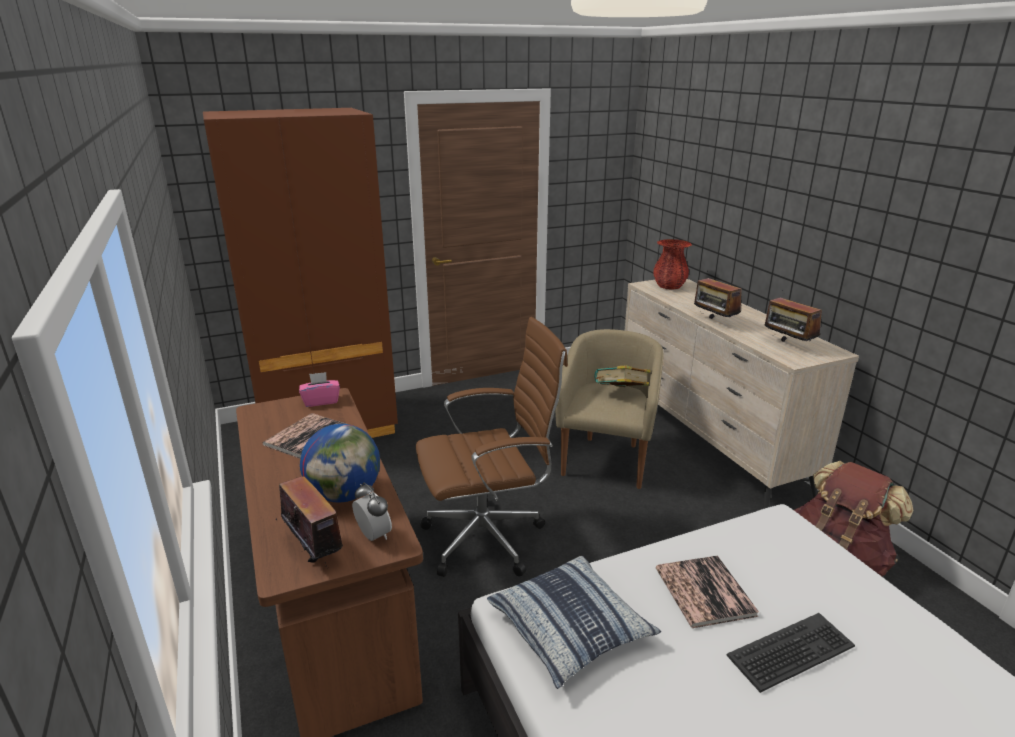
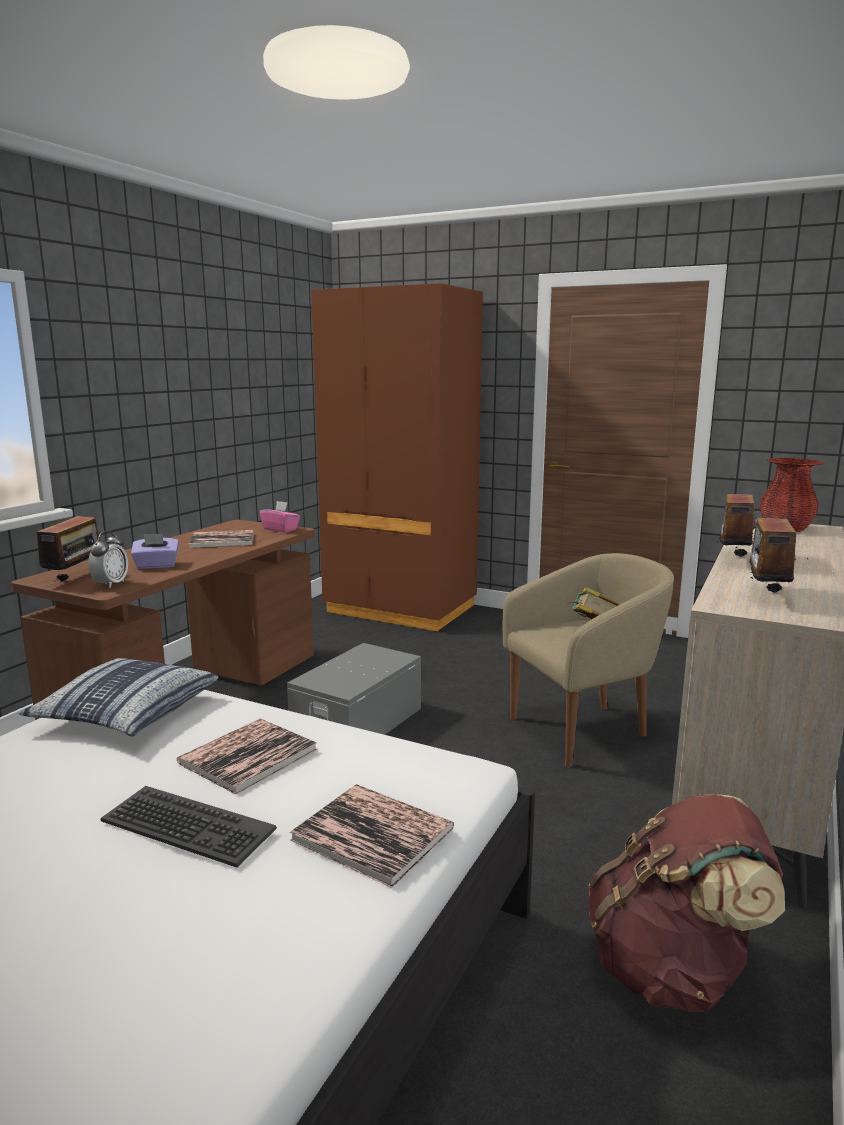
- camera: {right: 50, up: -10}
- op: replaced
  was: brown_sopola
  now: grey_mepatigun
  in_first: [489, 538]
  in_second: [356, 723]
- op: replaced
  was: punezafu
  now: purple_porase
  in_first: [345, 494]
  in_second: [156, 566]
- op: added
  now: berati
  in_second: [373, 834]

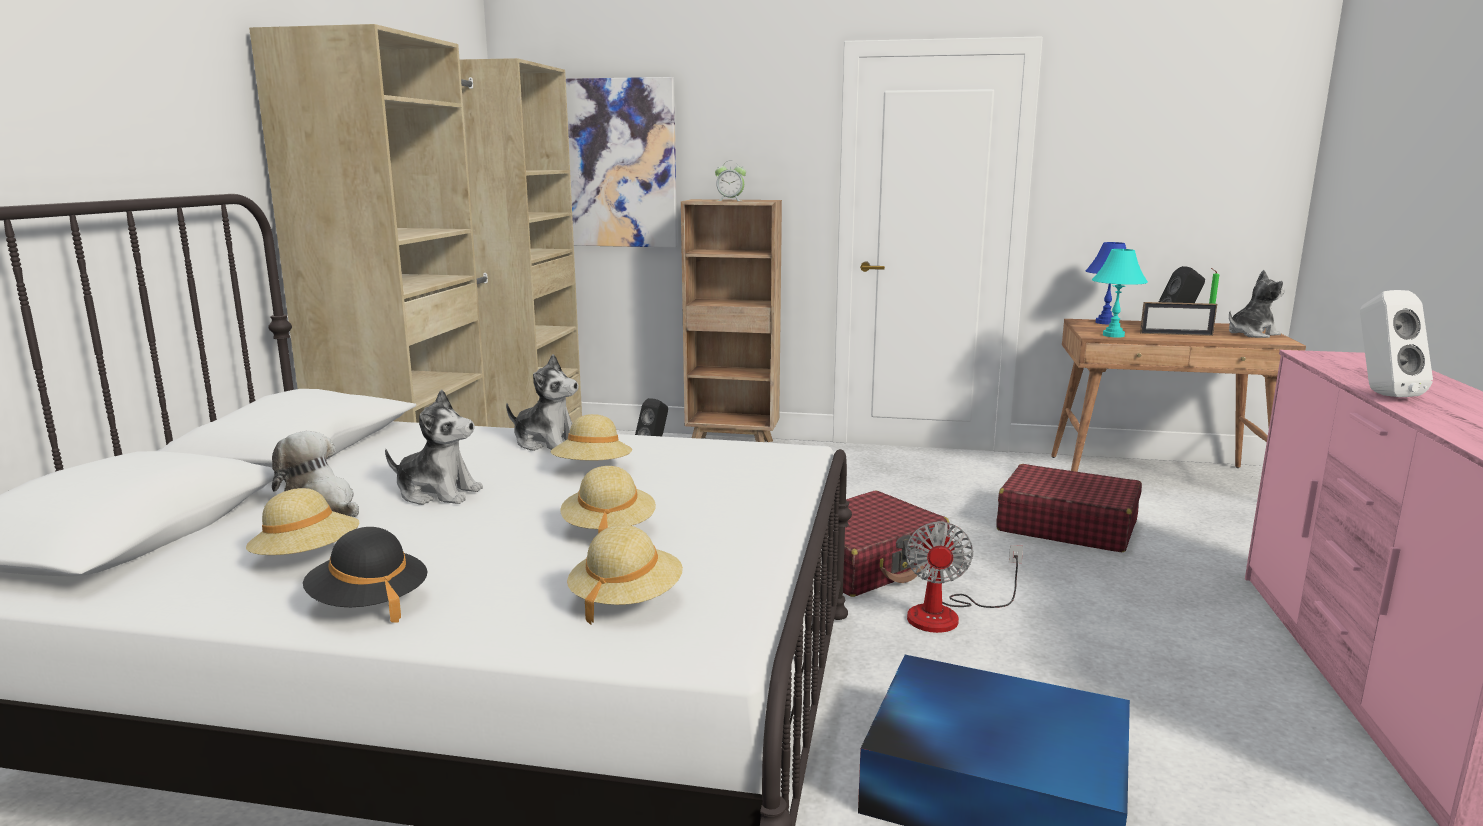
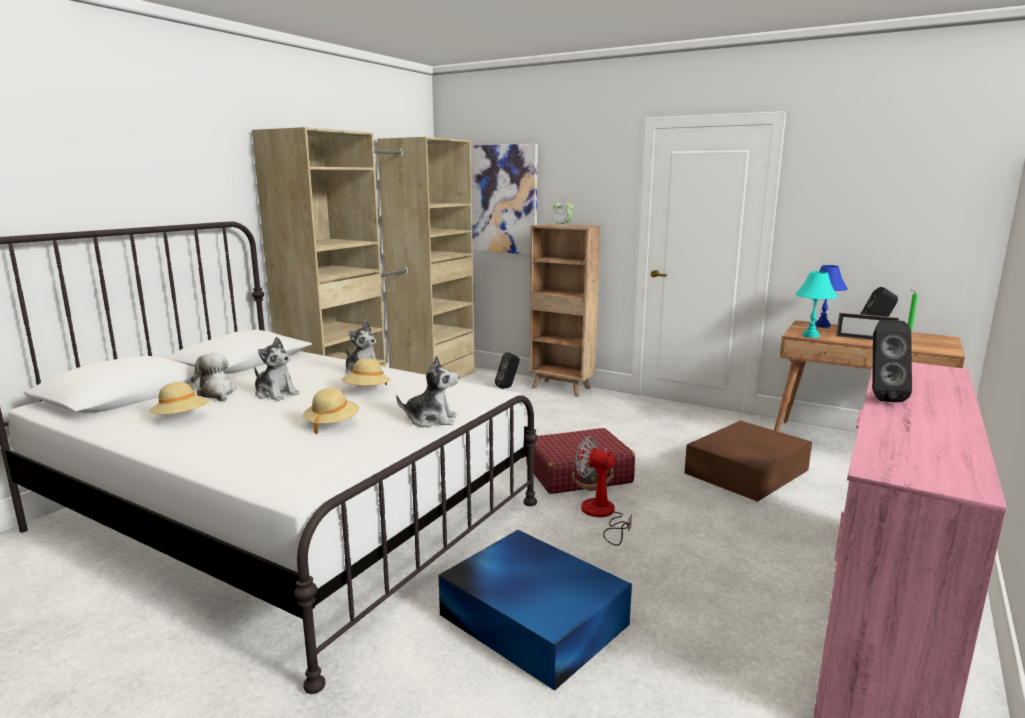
- camera: {right: 20, up: 0}
- op: moved
  was: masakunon
  in_first: [1251, 334]
  in_second: [431, 420]
- op: recoloured
  was: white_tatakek
  now: black_tatakek
  in_first: [1381, 394]
  in_second: [881, 397]
- op: replaced
  was: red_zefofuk
  now: brown_mepatigun
  in_first: [1066, 526]
  in_second: [745, 472]
- op: turned
  was: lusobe
  in_first: [947, 615]
  in_second: [602, 515]
  clockwise: 90
- op: removed
  was: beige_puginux
  in_first: [626, 600]
- op: removed
  was: black_puginux
  in_first: [369, 603]

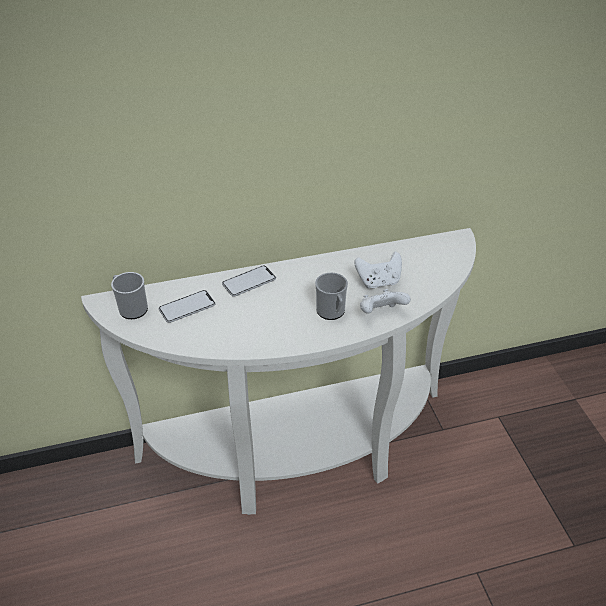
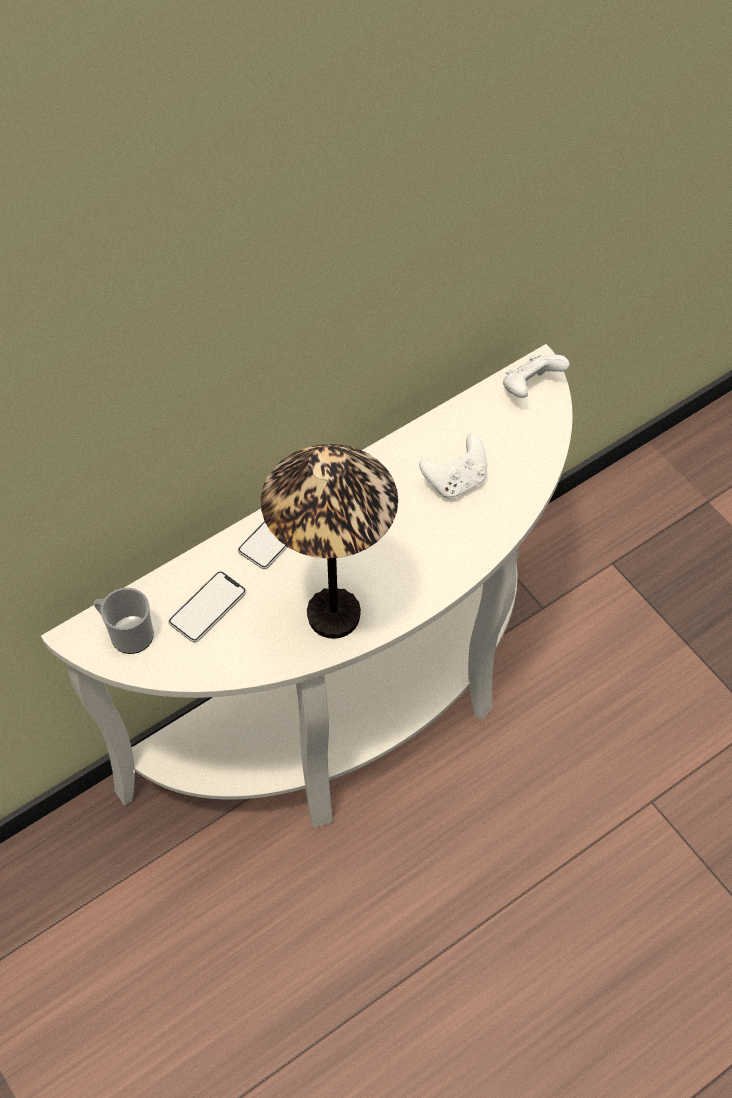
- camera: {right: -20, up: 15}
- op: removed
  was: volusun
  in_first: [332, 312]
- op: moved
  was: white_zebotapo
  in_first: [381, 313]
  in_second: [530, 388]
- op: added
  now: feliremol
  in_second: [332, 616]

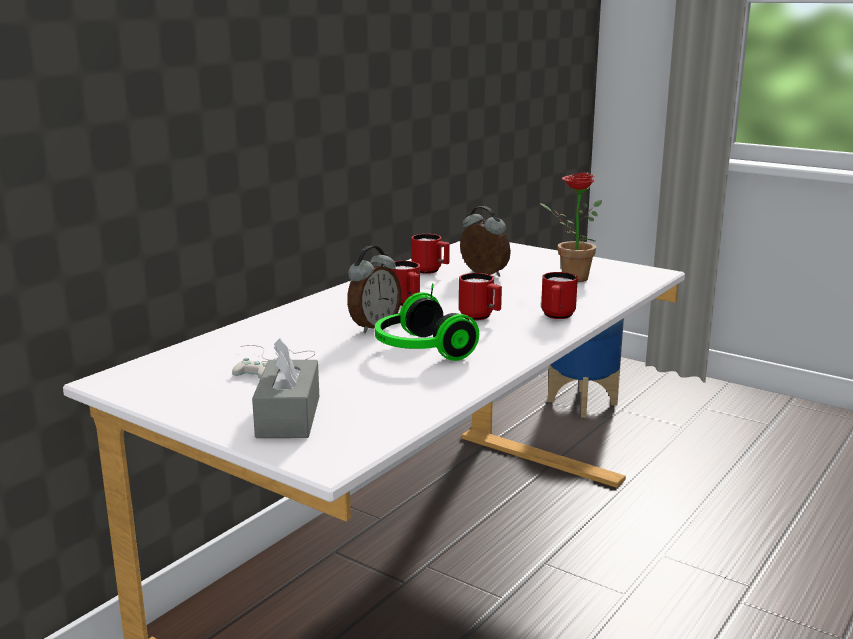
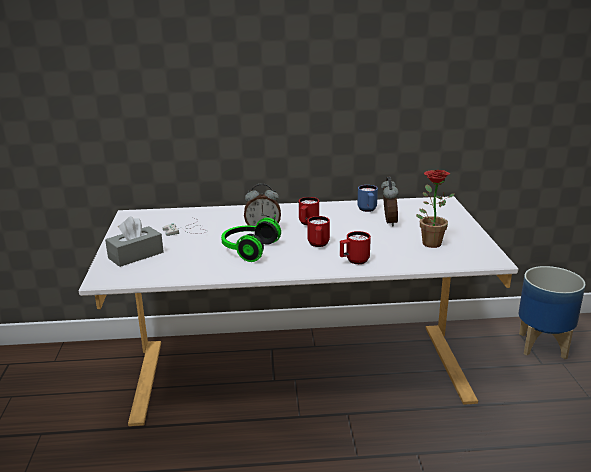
- camera: {right: 50, up: 5}
- op: recoloured
  was: red_volusun
  now: blue_volusun
  in_first: [430, 271]
  in_second: [367, 210]

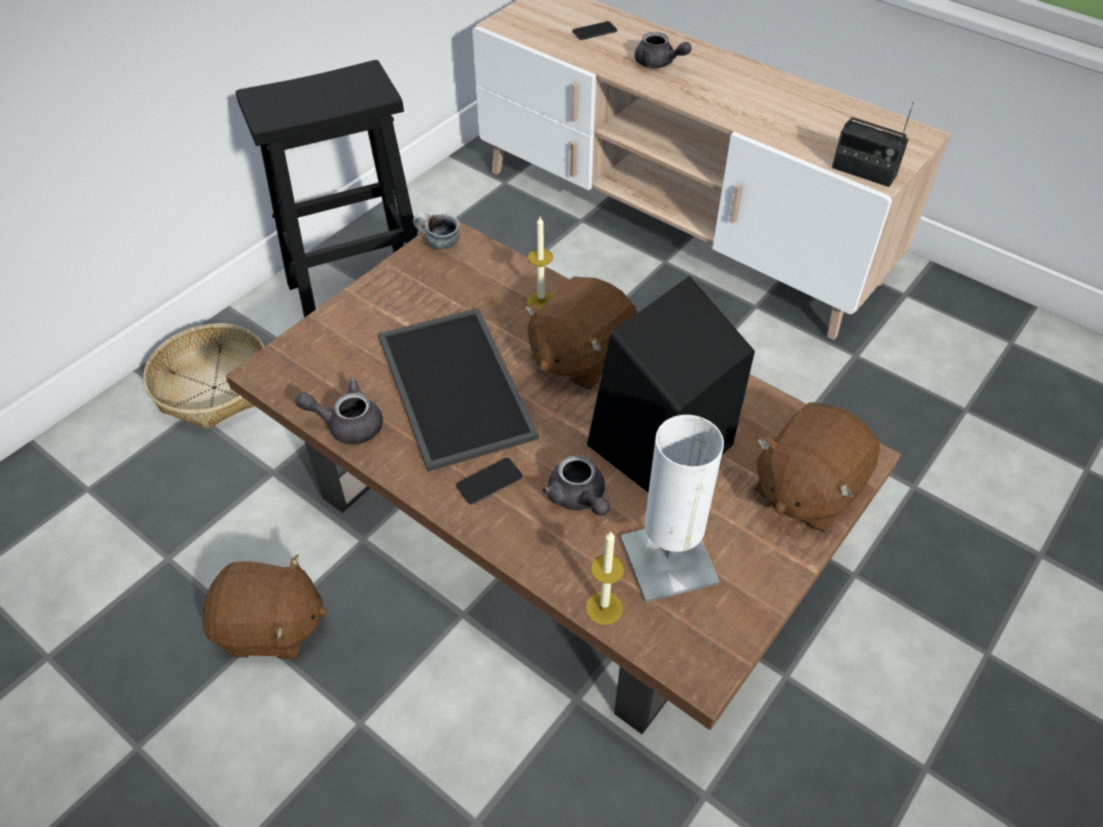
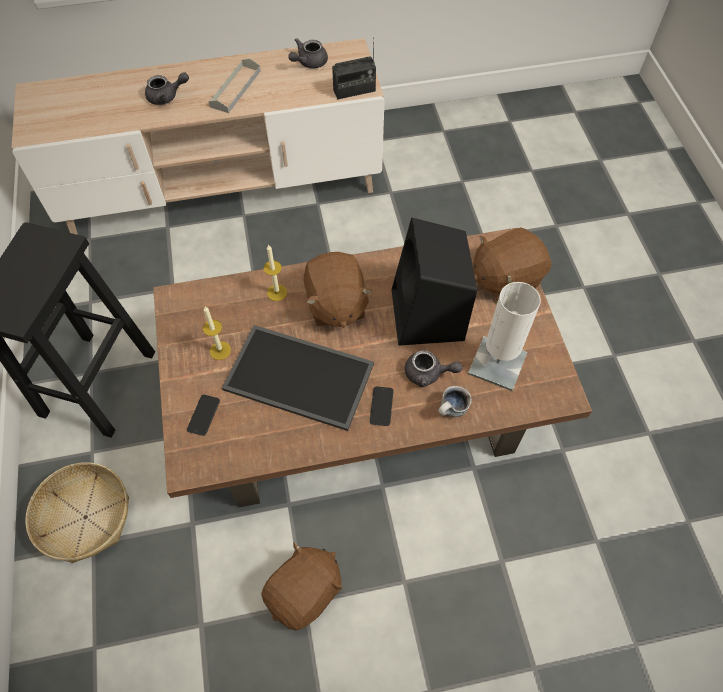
- camera: {right: -50, up: 10}
- op: moved
  was: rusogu
  in_first: [594, 31]
  in_second: [203, 415]
- op: moved
  was: volusun
  in_first: [438, 244]
  in_second: [451, 411]
- op: moved
  was: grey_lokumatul
  in_first: [348, 424]
  in_second: [309, 63]
- op: turned
  was: brown_masakunon
  in_first: [806, 489]
  in_second: [505, 278]
  clockwise: 75
- op: moved
  was: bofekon
  in_first: [604, 608]
  in_second: [220, 350]
- op: added
  now: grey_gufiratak
  in_second: [235, 88]

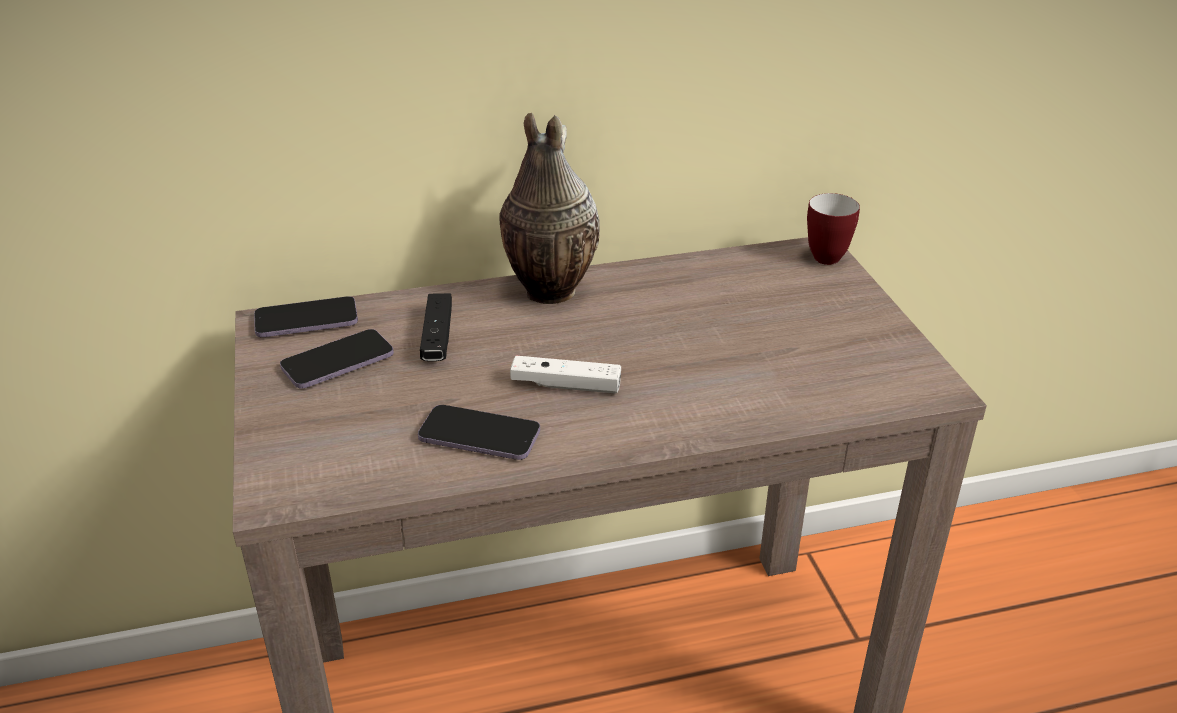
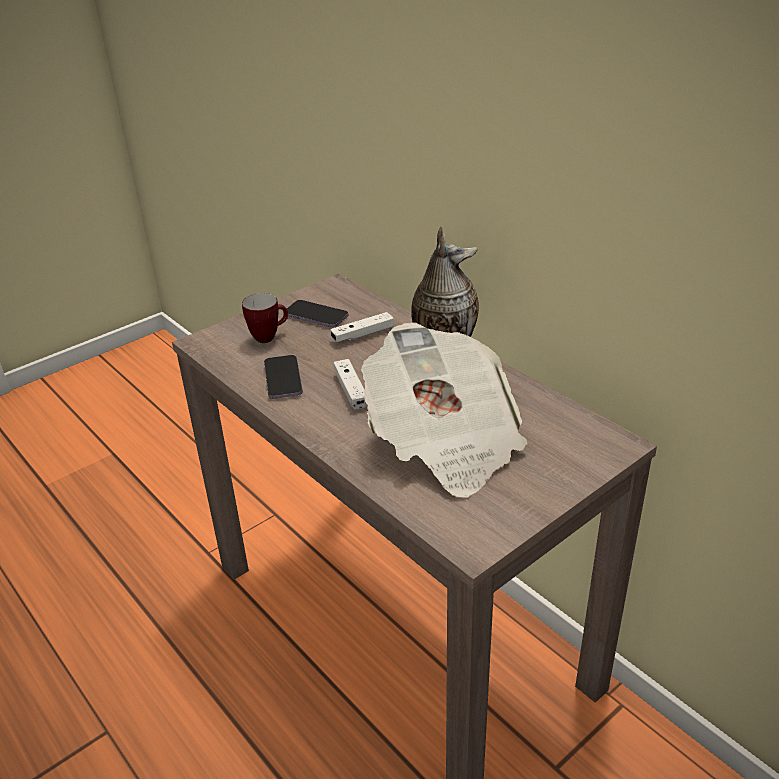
- camera: {right: 65, up: 0}
- op: moved
  was: volusun
  in_first: [823, 255]
  in_second: [269, 337]
- op: recoloured
  was: black_zebotapo
  now: white_zebotapo
  in_first: [437, 338]
  in_second: [363, 335]
- op: removed
  was: rusogu
  in_first: [306, 320]
- op: added
  now: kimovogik
  in_second: [444, 442]

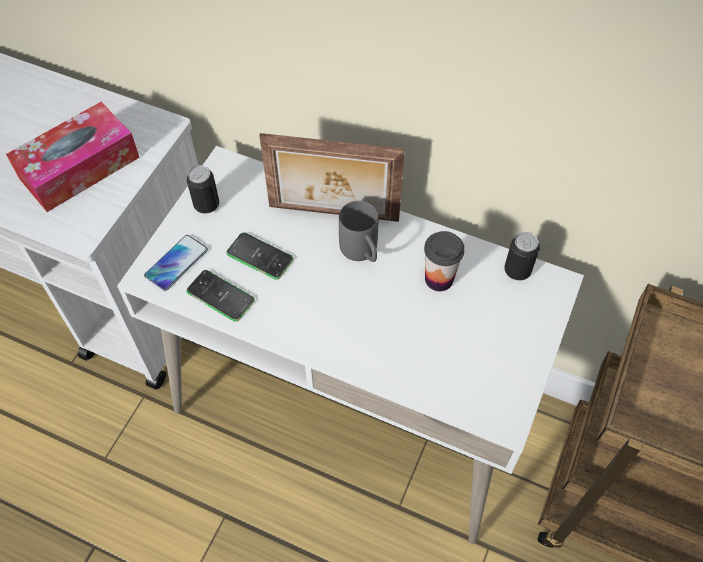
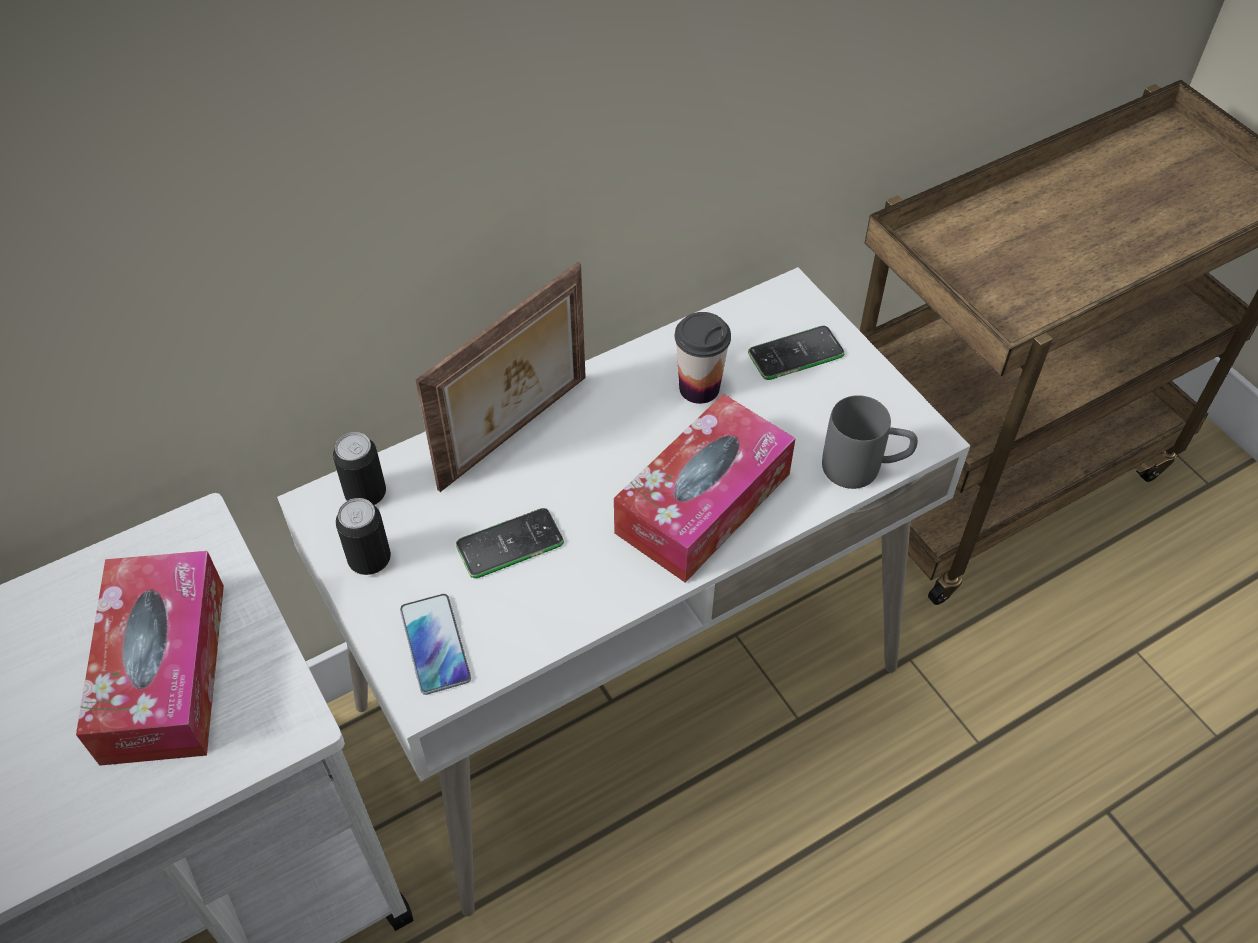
- camera: {right: -55, up: -5}
- op: moved
  was: grey_volusun
  in_first: [362, 253]
  in_second: [864, 468]
- op: moved
  was: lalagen
  in_first: [517, 270]
  in_second: [366, 494]
- op: moved
  was: rusogu
  in_first: [220, 296]
  in_second: [796, 354]
- op: added
  now: porase
  in_second: [703, 503]

